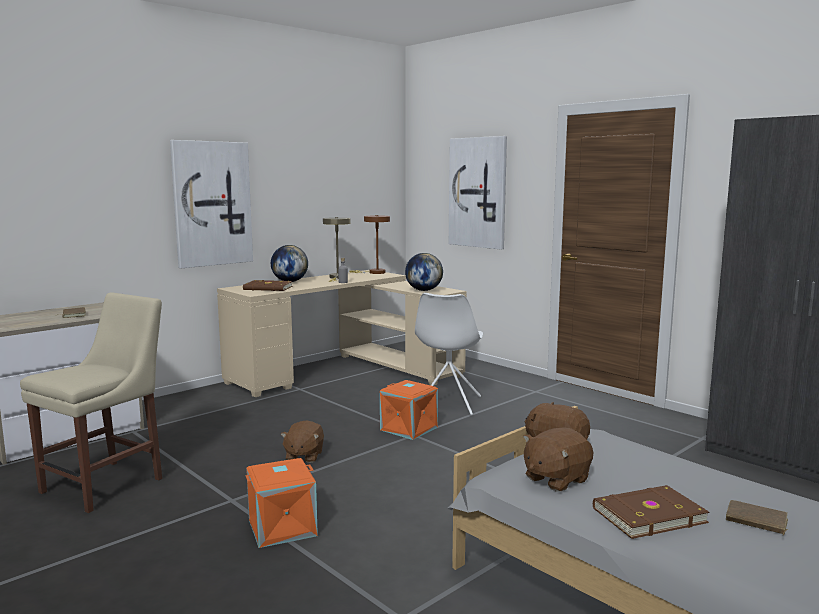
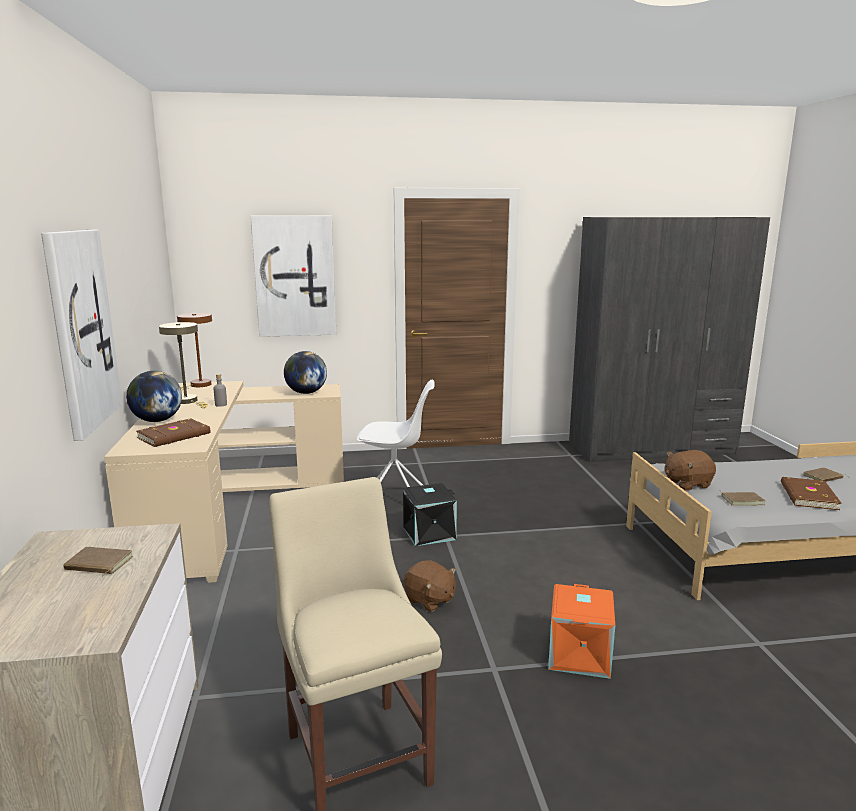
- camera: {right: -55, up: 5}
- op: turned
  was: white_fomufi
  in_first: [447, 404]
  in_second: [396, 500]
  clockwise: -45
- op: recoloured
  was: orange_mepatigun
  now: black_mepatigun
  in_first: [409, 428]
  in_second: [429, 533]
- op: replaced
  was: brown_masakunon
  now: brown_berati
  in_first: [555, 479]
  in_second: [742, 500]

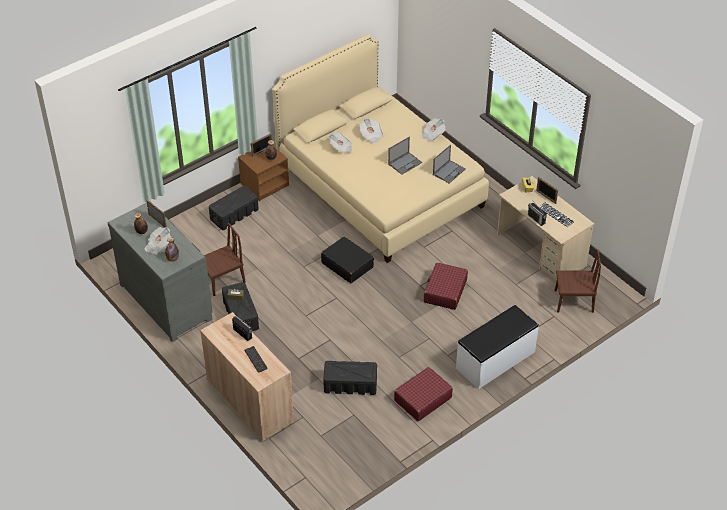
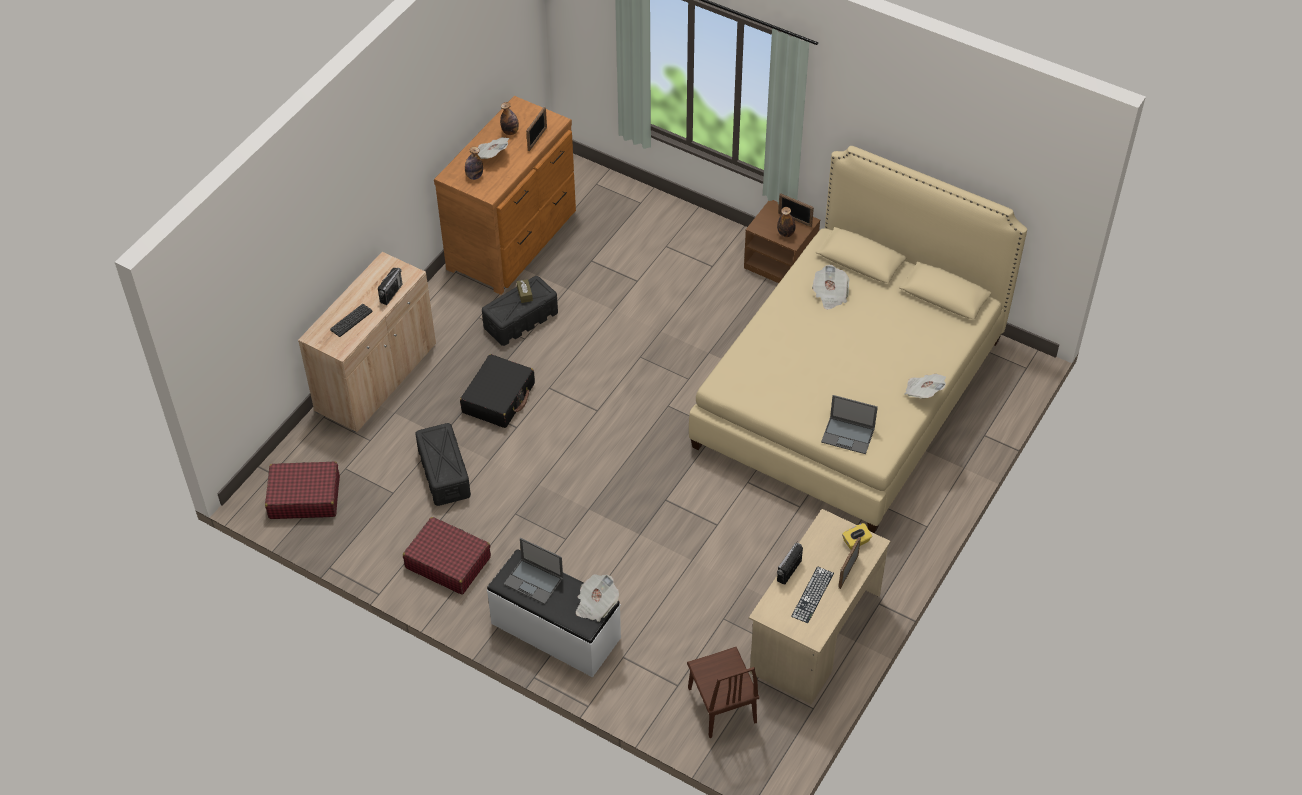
- camera: {right: 70, up: 5}
- op: moved
  was: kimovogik
  in_first: [371, 136]
  in_second: [596, 604]
- op: moved
  was: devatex
  in_first: [405, 163]
  in_second: [534, 581]
- op: removed
  was: black_mepatigun
  in_first: [234, 214]
- op: recoloured
  was: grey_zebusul
  now: brown_zebusul
  in_first: [167, 300]
  in_second: [514, 240]
- op: removed
  was: brown_fomufi
  in_first: [222, 280]
- op: moved
  was: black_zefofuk
  in_first: [347, 265]
  in_second: [499, 398]
- op: moved
  was: red_zefofuk
  in_first: [445, 291]
  in_second: [304, 497]

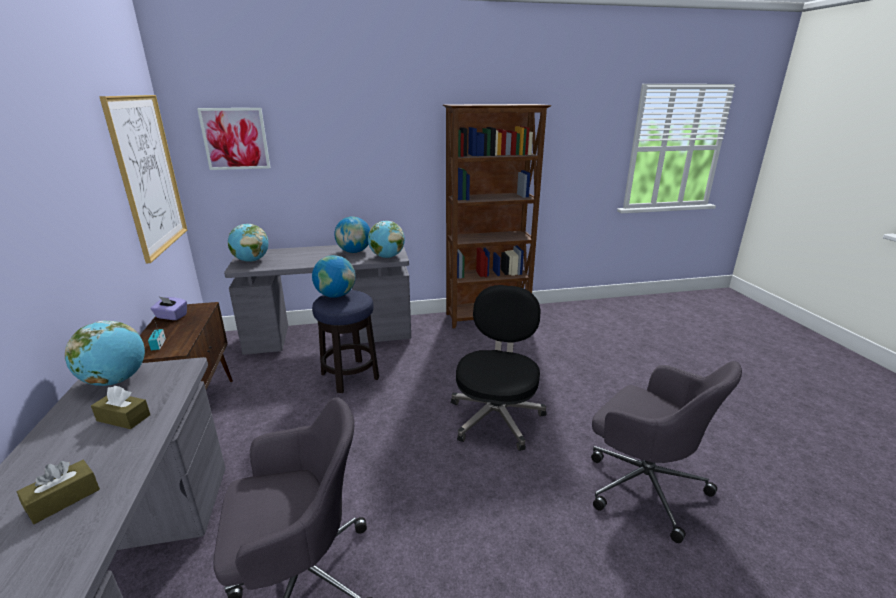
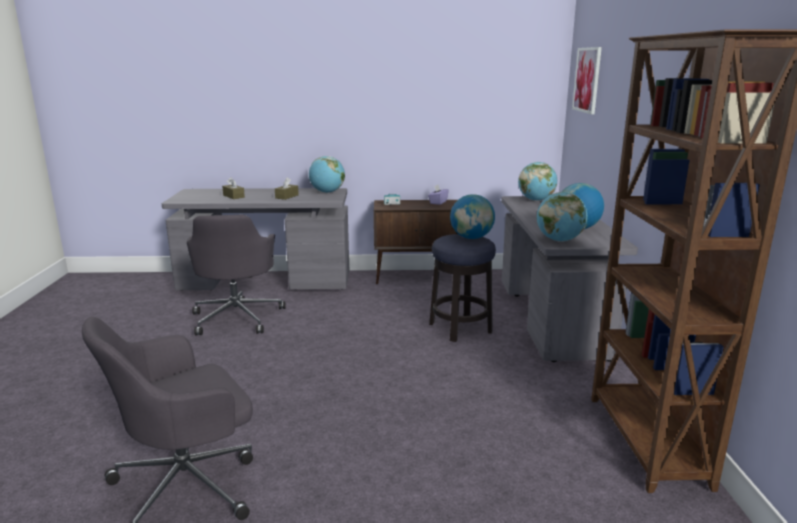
- camera: {right: 100, up: -5}
- op: removed
  was: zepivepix
  in_first: [148, 175]
- op: removed
  was: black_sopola
  in_first: [496, 416]

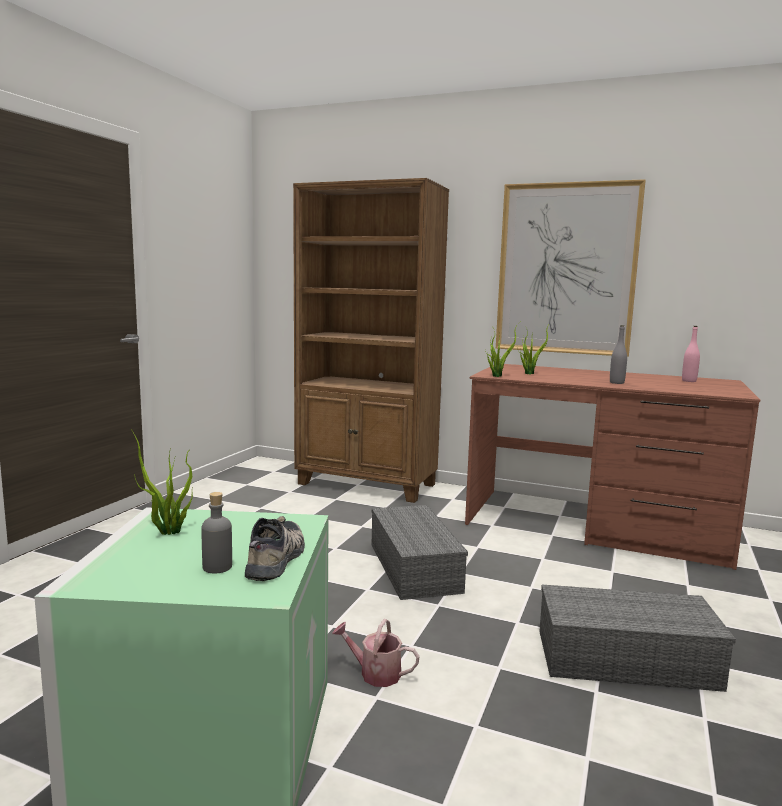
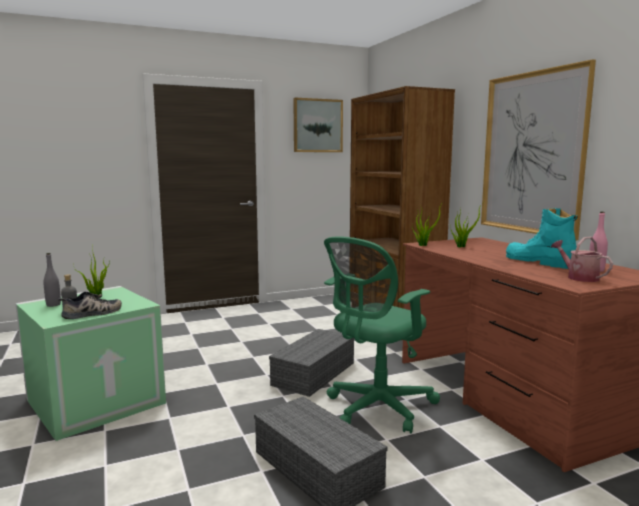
- camera: {right: 45, up: 0}
- op: moved
  was: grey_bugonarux
  in_first: [616, 383]
  in_second: [53, 305]
- op: moved
  was: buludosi
  in_first: [375, 673]
  in_second: [579, 277]
- op: added
  now: zepivepix
  in_second: [317, 125]
- op: added
  now: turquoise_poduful
  in_second: [538, 262]
- op: added
  now: green_sopola
  in_second: [376, 408]

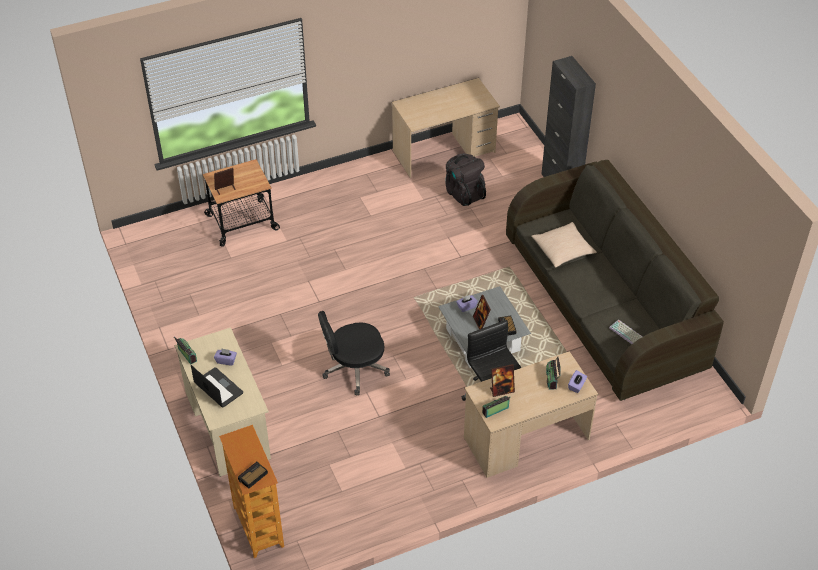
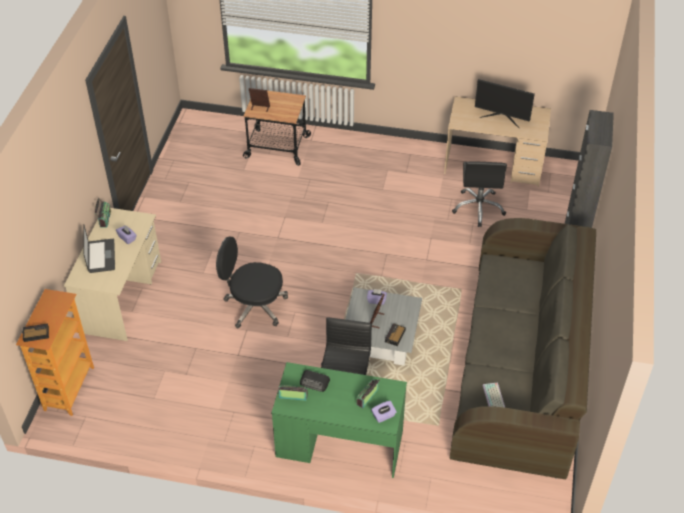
- camera: {right: 35, up: 0}
- op: replaced
  was: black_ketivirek
  now: black_sopola
  in_first: [463, 193]
  in_second: [479, 208]
- op: removed
  was: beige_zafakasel
  in_first: [563, 250]
- op: recoloured
  was: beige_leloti
  now: green_leloti
  in_first: [526, 438]
  in_second: [339, 444]
- op: replaced
  was: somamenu
  now: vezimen
  in_first: [502, 390]
  in_second: [315, 382]
- op: added
  now: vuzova
  in_second: [502, 117]

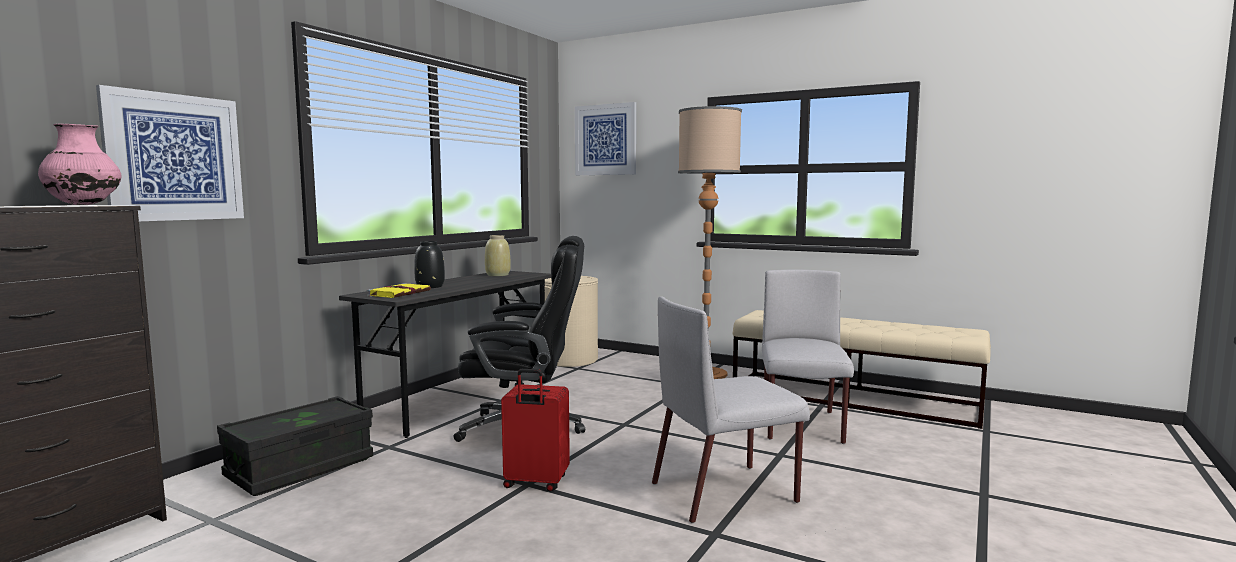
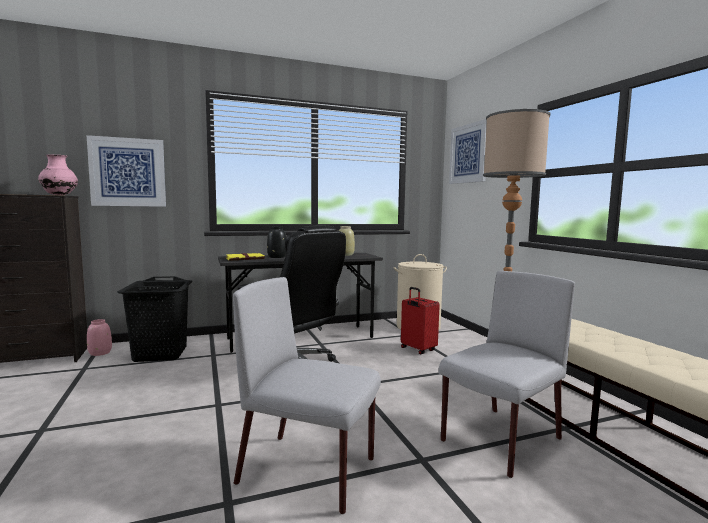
- camera: {right: 40, up: 0}
- op: moved
  was: red_zefofuk
  in_first: [535, 483]
  in_second: [417, 349]
- op: replaced
  was: black_mepatigun
  now: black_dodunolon
  in_first: [300, 468]
  in_second: [161, 354]
- op: added
  now: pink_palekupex
  in_second: [100, 353]

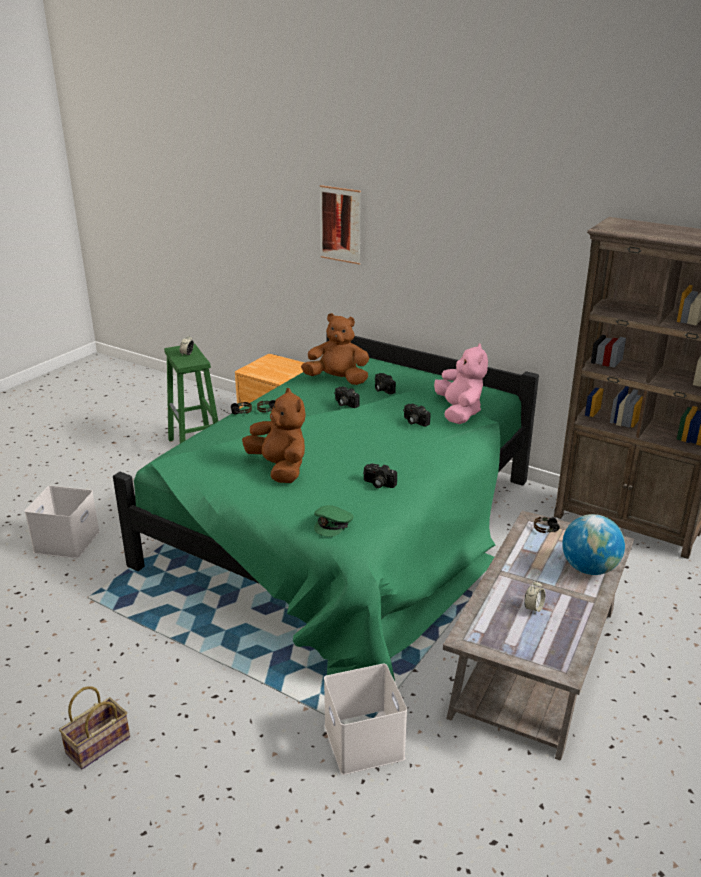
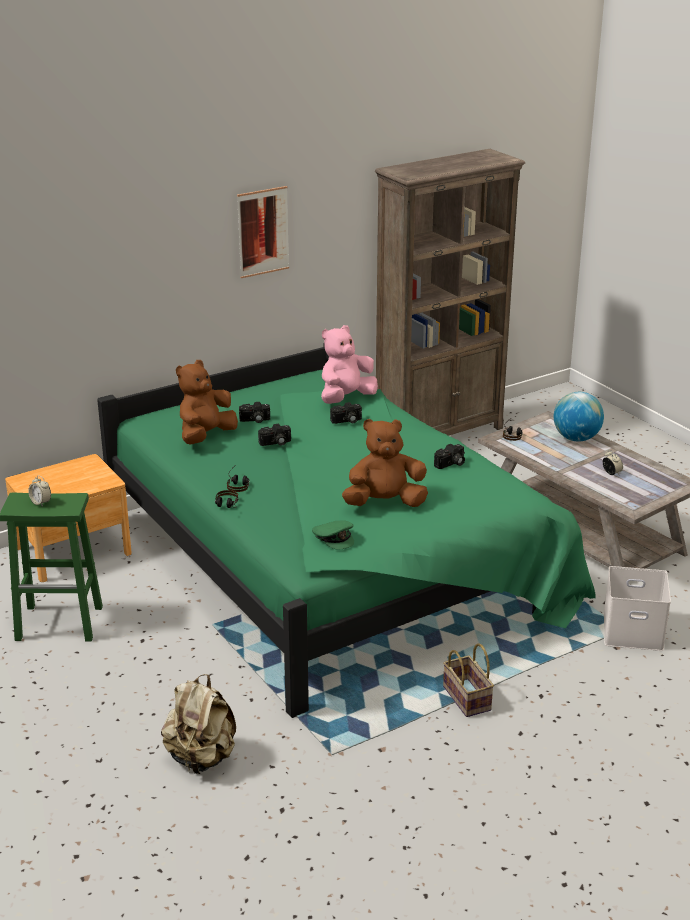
- camera: {right: -65, up: 0}
- op: moved
  was: zepivepix
  in_first: [340, 225]
  in_second: [263, 232]
- op: turned
  was: pink_masakunon
  in_first: [459, 412]
  in_second: [346, 398]
  clockwise: -60
- op: replaced
  was: white_mepatigun
  now: beige_ketivirek
  in_first: [67, 542]
  in_second: [201, 758]
- op: moved
  was: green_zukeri
  in_first: [333, 524]
  in_second: [334, 538]
- op: moved
  was: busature
  in_first: [97, 746]
  in_second: [468, 699]

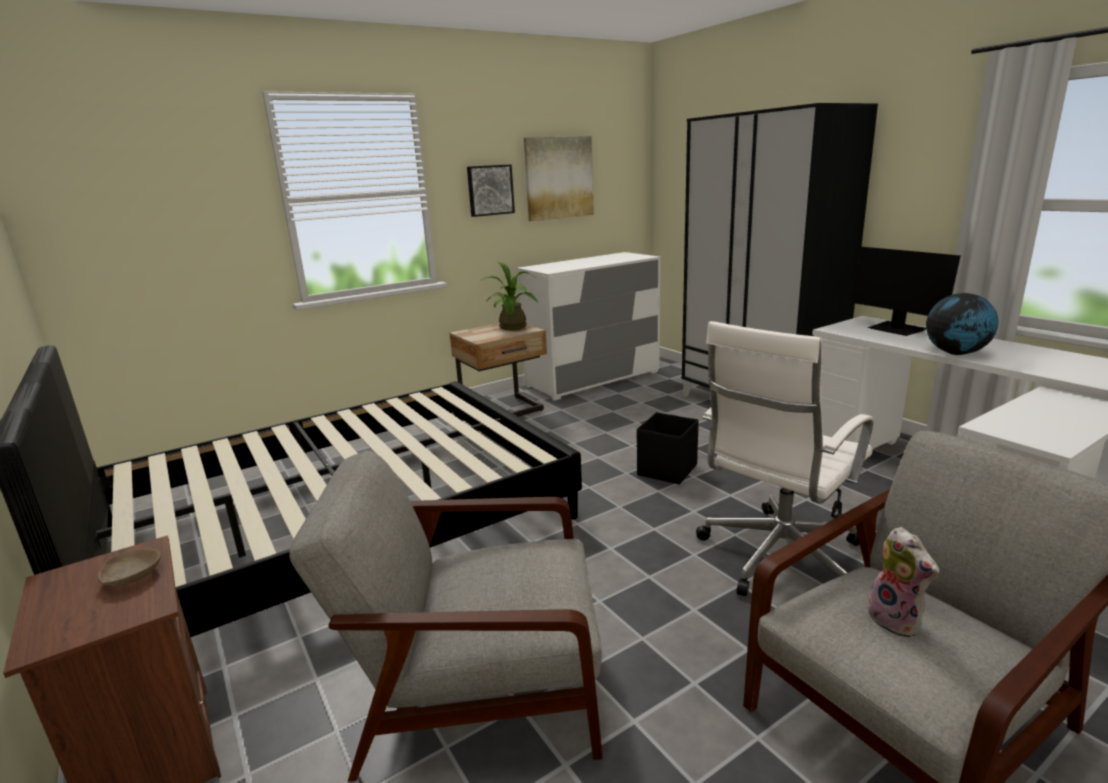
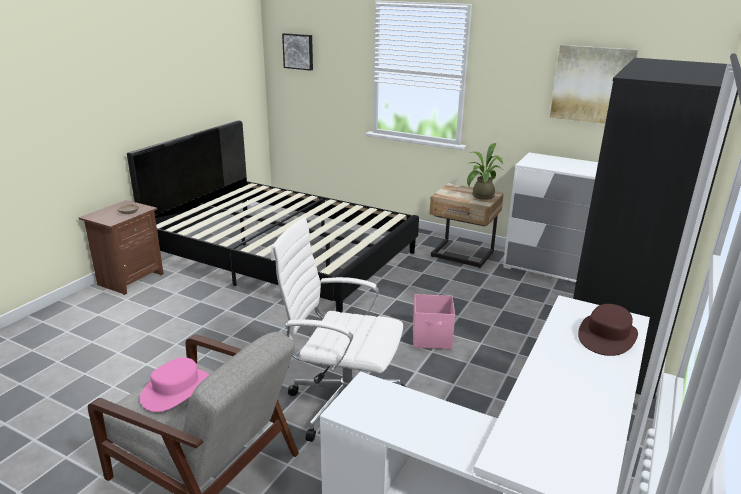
- camera: {right: 60, up: 5}
- op: moved
  was: zepivepix
  in_first: [490, 190]
  in_second: [298, 51]
- op: replaced
  was: vuzova
  now: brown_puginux
  in_first: [896, 329]
  in_second: [607, 336]
- op: removed
  was: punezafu
  in_first: [956, 353]
- op: recoloured
  was: black_mepatigun
  now: pink_mepatigun
  in_first: [668, 469]
  in_second: [432, 338]
- op: removed
  was: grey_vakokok
  in_first: [476, 687]
- op: replaced
  was: masakunon
  now: pink_puginux
  in_first: [897, 620]
  in_second: [176, 390]

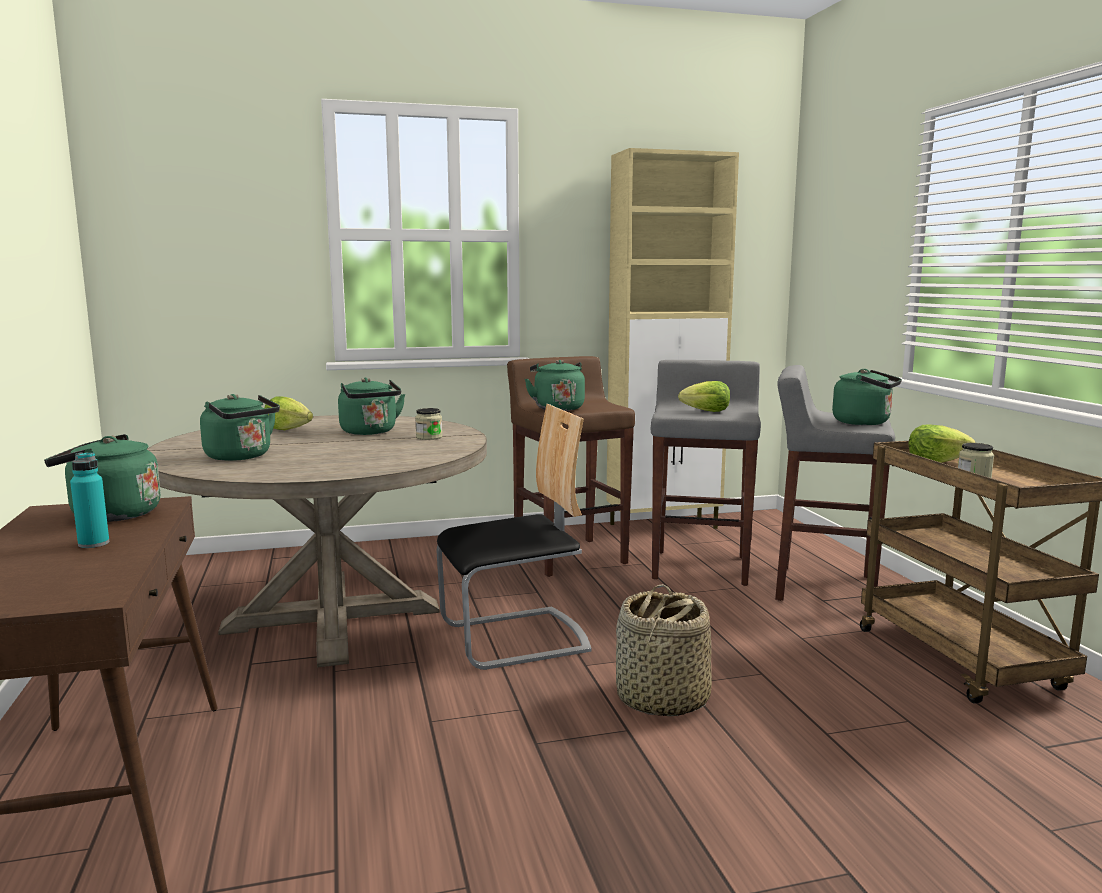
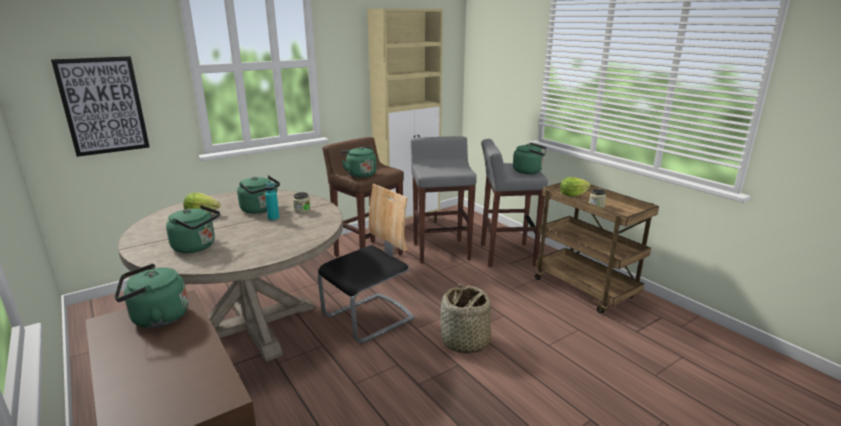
- camera: {right: -20, up: 10}
- op: removed
  was: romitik
  in_first: [706, 411]
- op: moved
  was: turquoise_bugonarux
  in_first: [93, 544]
  in_second: [273, 218]
- op: added
  now: zepivepix
  in_second: [103, 106]

